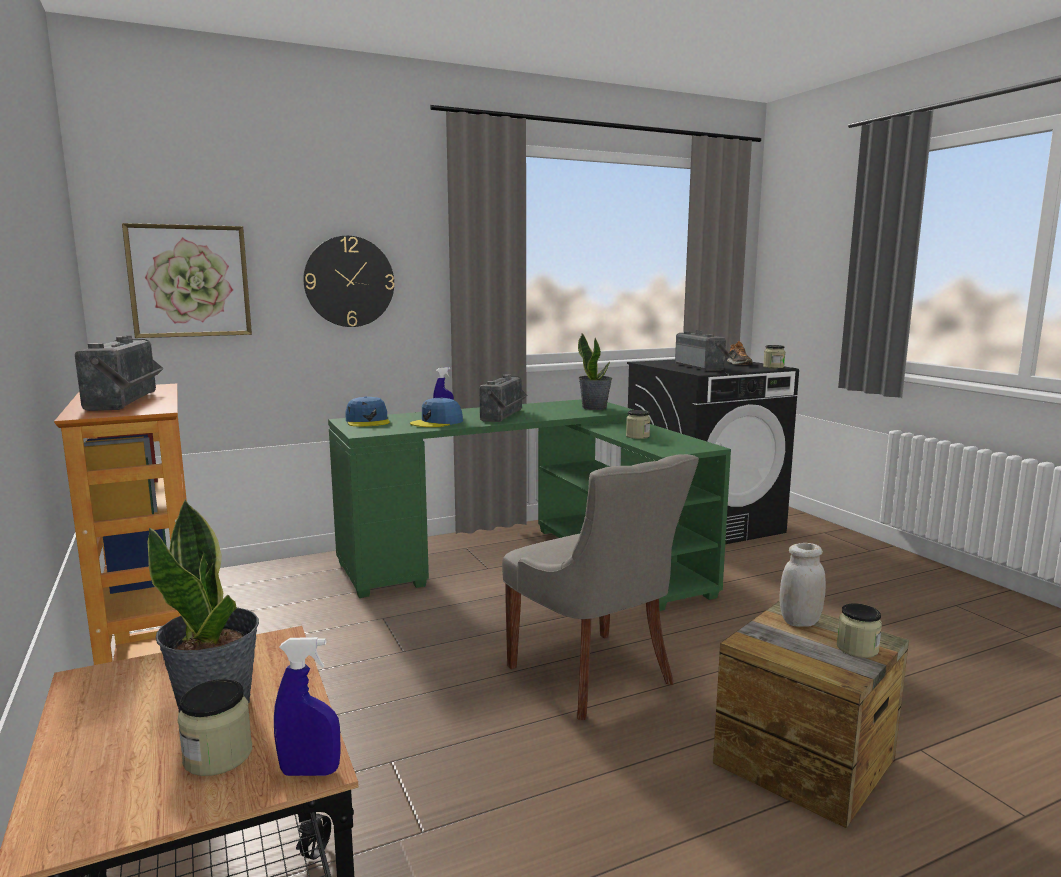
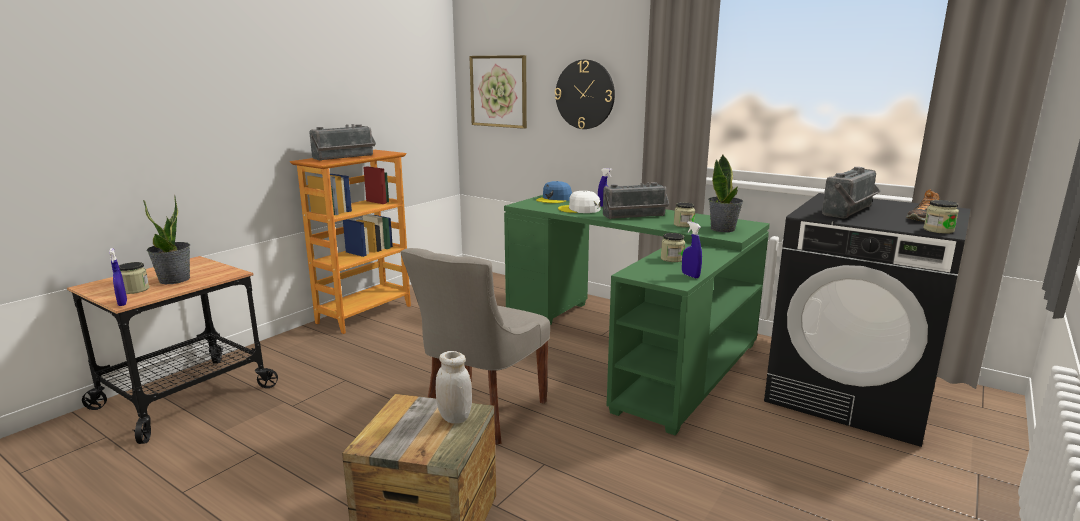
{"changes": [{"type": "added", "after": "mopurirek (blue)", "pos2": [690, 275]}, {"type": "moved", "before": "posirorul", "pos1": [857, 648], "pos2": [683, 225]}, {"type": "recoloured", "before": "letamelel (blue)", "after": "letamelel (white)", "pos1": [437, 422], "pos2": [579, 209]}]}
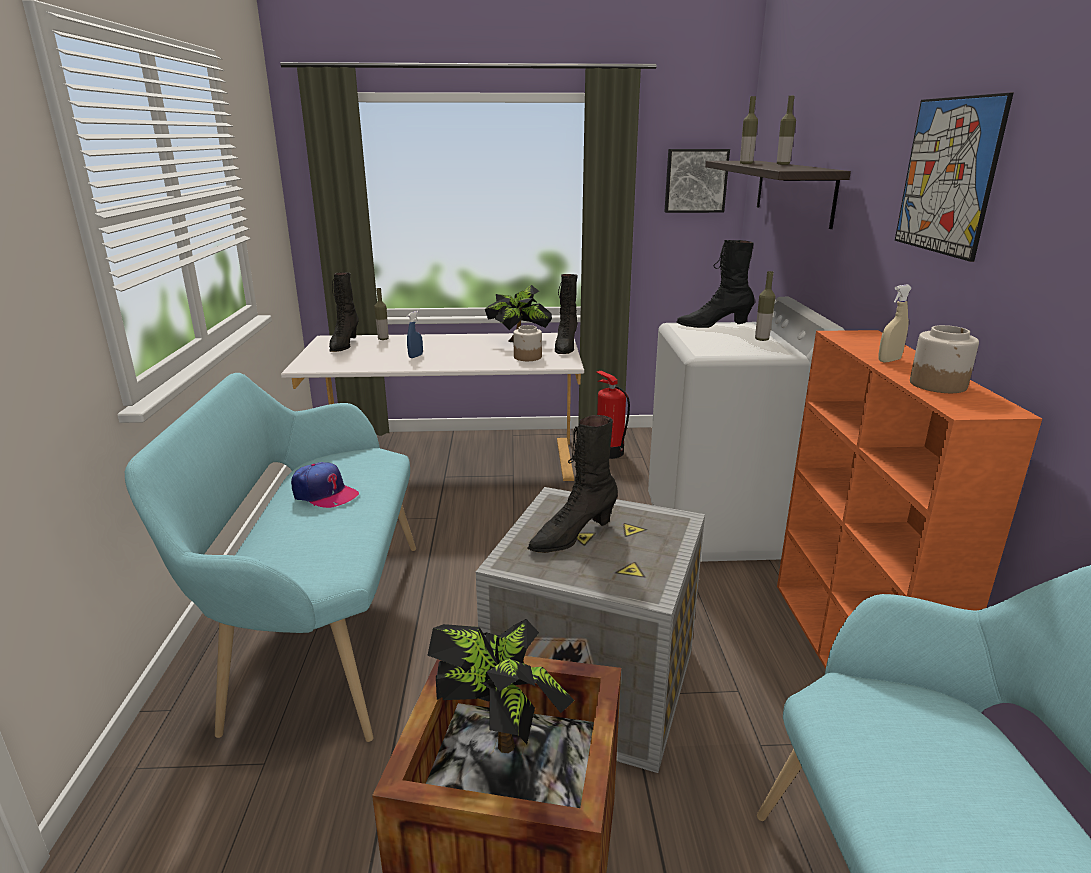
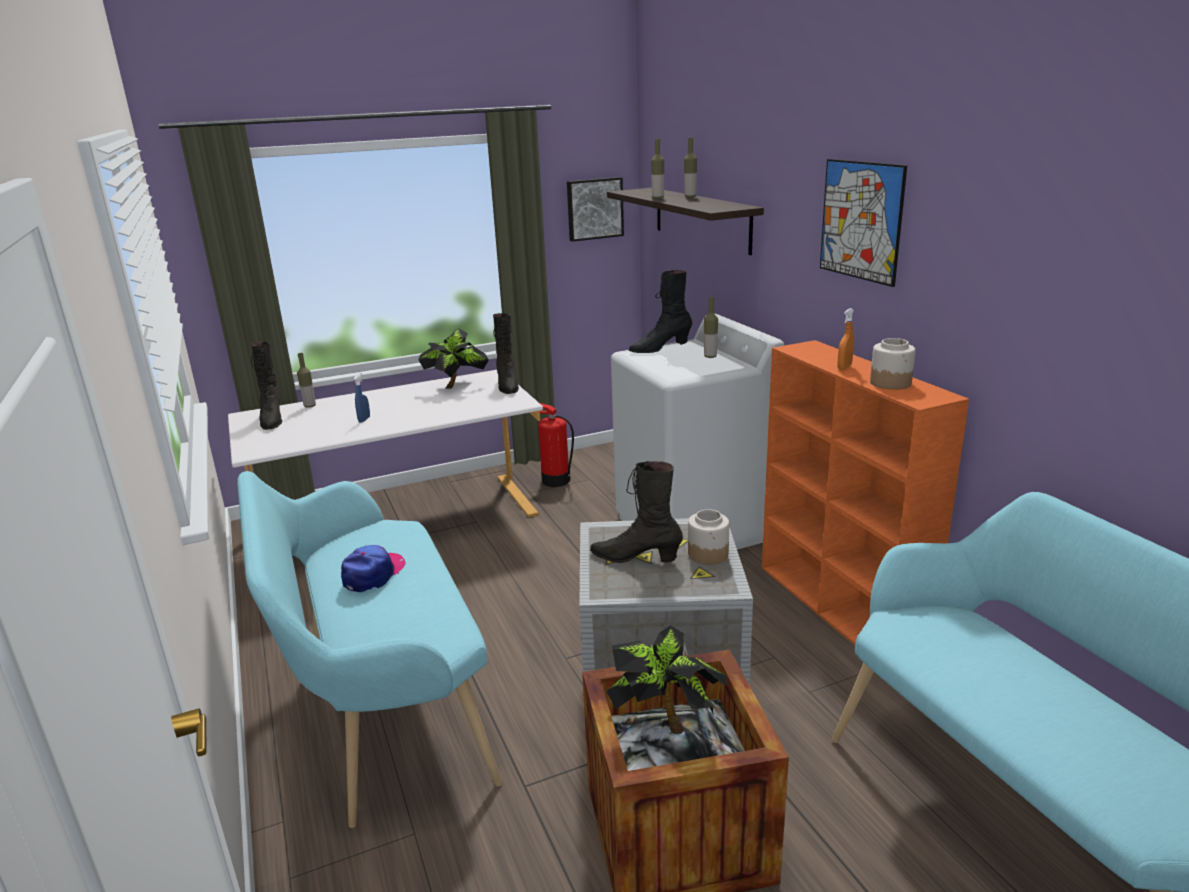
{"changes": [{"type": "moved", "before": "posirorul", "pos1": [528, 357], "pos2": [708, 554]}, {"type": "recoloured", "before": "mopurirek (beige)", "after": "mopurirek (orange)", "pos1": [889, 360], "pos2": [844, 367]}, {"type": "turned", "before": "letamelel", "pos1": [324, 494], "pos2": [374, 574], "turn": -75}, {"type": "turned", "before": "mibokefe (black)", "pos1": [572, 536], "pos2": [636, 558], "turn": 75}]}
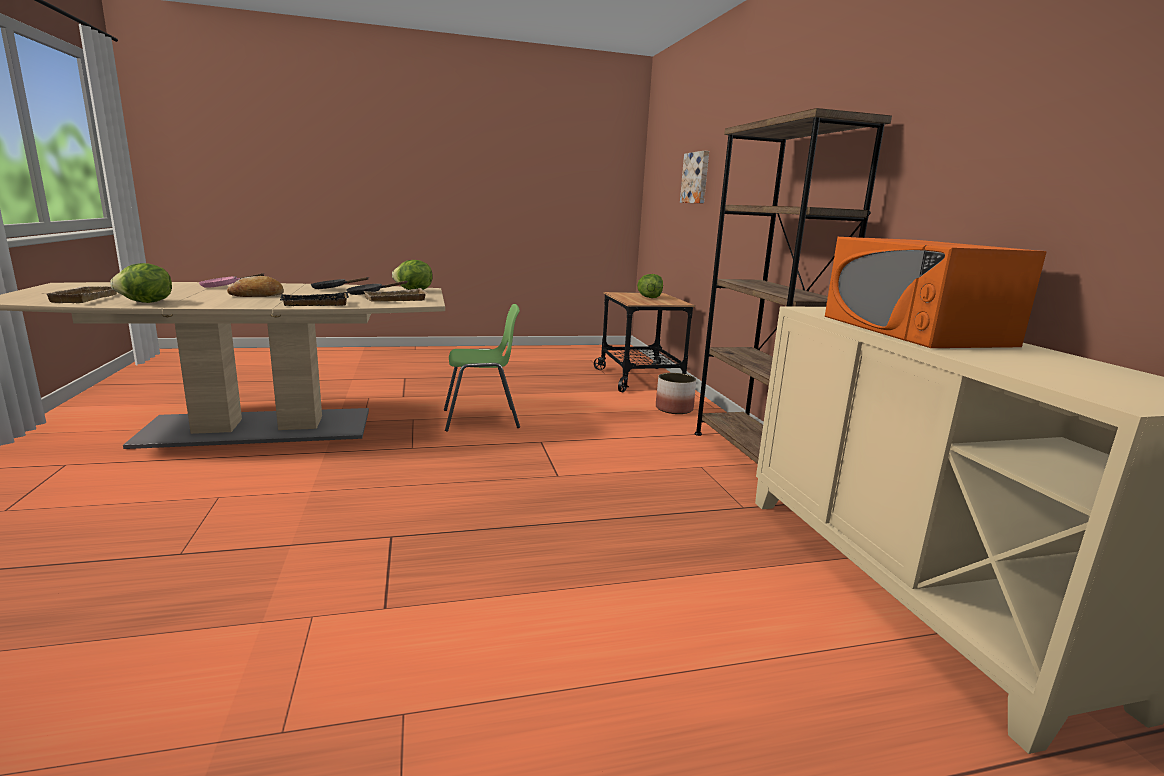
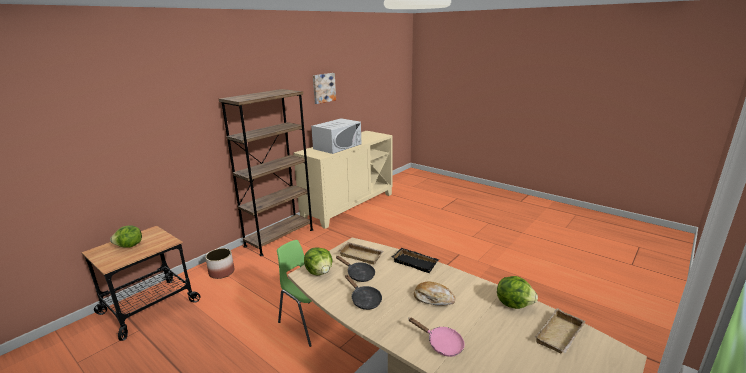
{"changes": [{"type": "moved", "before": "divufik", "pos1": [696, 178], "pos2": [323, 88]}, {"type": "recoloured", "before": "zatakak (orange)", "after": "zatakak (white)", "pos1": [914, 330], "pos2": [337, 146]}]}
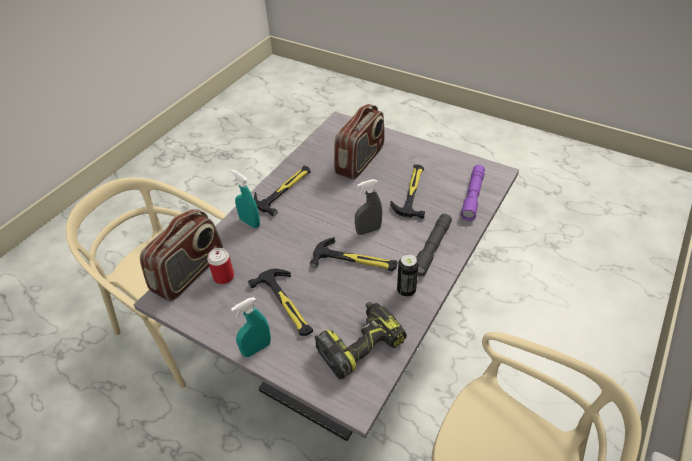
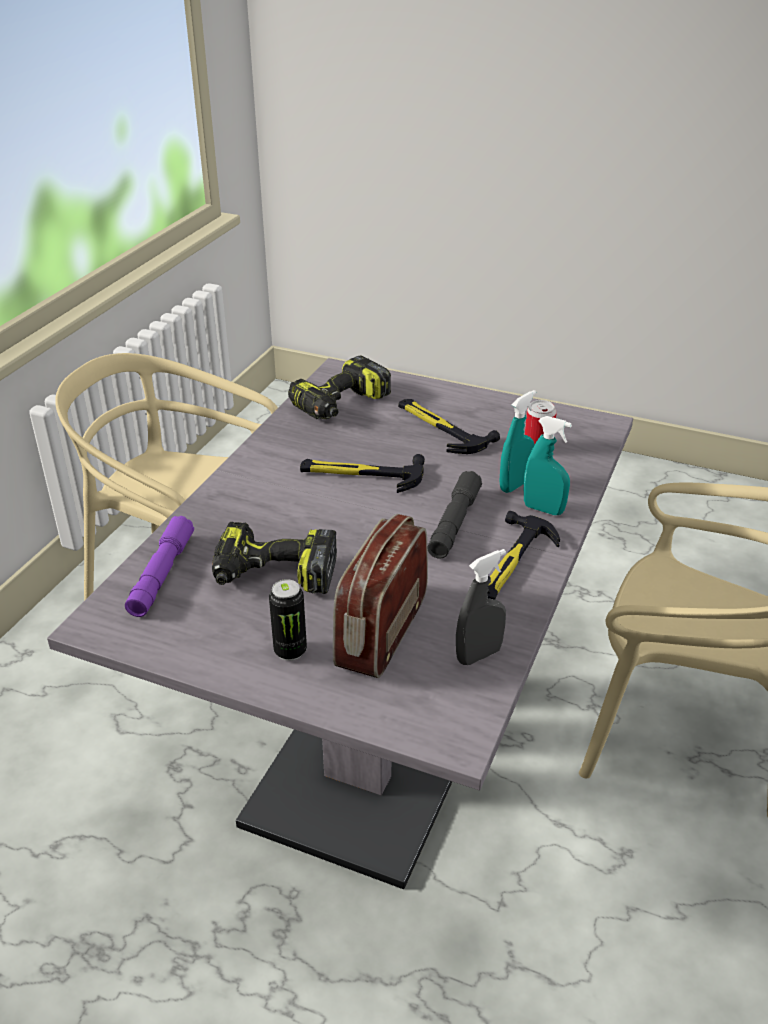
{"changes": [{"type": "removed", "before": "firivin", "pos1": [189, 273]}, {"type": "moved", "before": "mopurirek (turquoise)", "pos1": [256, 348], "pos2": [515, 485]}, {"type": "moved", "before": "mopurirek (grey)", "pos1": [368, 230], "pos2": [479, 655]}, {"type": "moved", "before": "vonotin", "pos1": [406, 290], "pos2": [290, 651]}, {"type": "moved", "before": "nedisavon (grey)", "pos1": [432, 248], "pos2": [454, 523]}, {"type": "replaced", "before": "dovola", "after": "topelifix", "pos1": [412, 192], "pos2": [273, 575]}]}
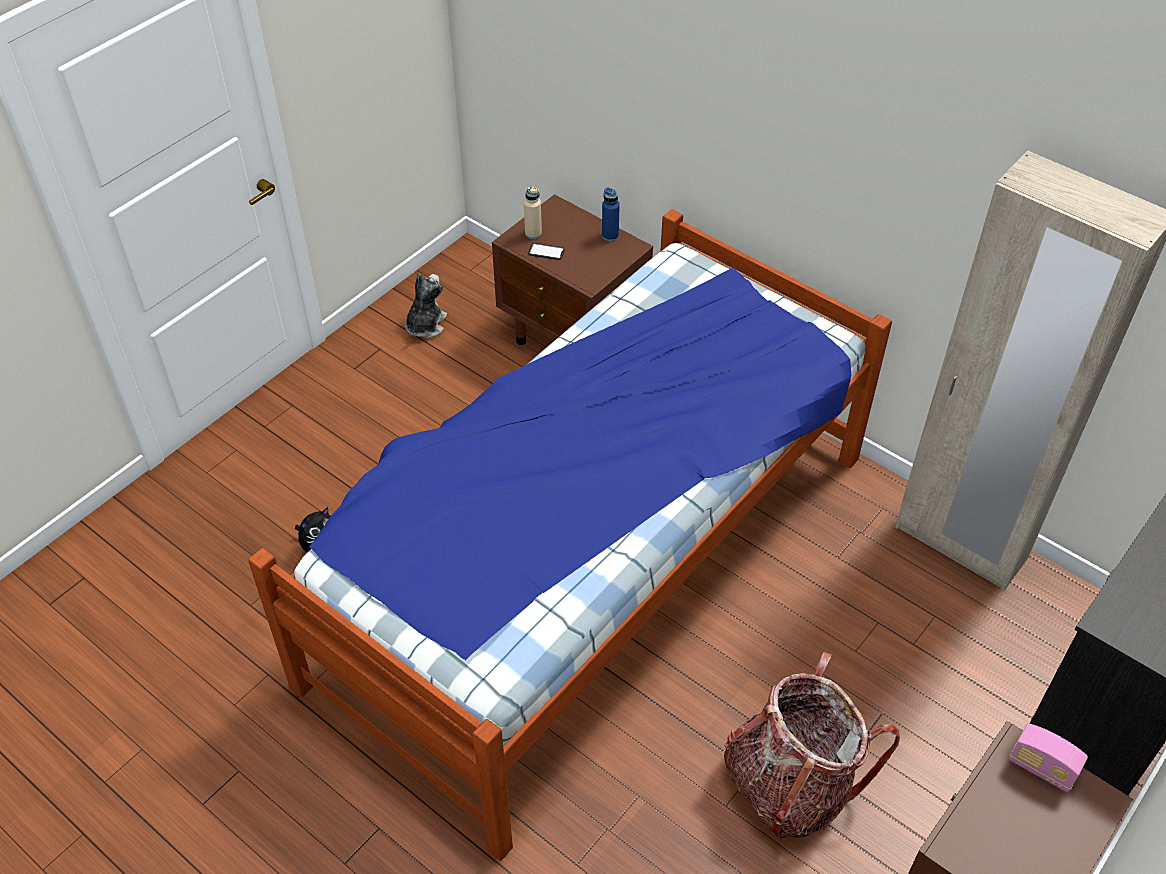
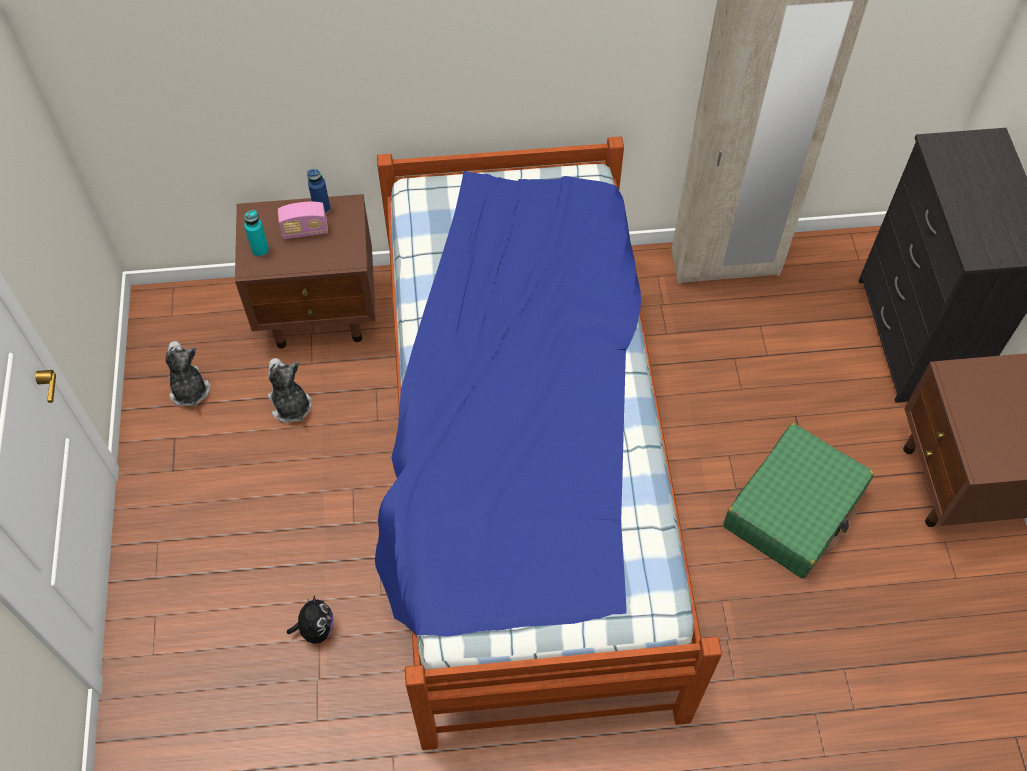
{"changes": [{"type": "removed", "before": "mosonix", "pos1": [546, 252]}, {"type": "added", "after": "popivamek", "pos2": [290, 405]}, {"type": "moved", "before": "firivin", "pos1": [1041, 768], "pos2": [305, 231]}, {"type": "replaced", "before": "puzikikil", "after": "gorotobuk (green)", "pos1": [790, 783], "pos2": [794, 509]}, {"type": "recoloured", "before": "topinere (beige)", "after": "topinere (turquoise)", "pos1": [533, 233], "pos2": [260, 250]}]}
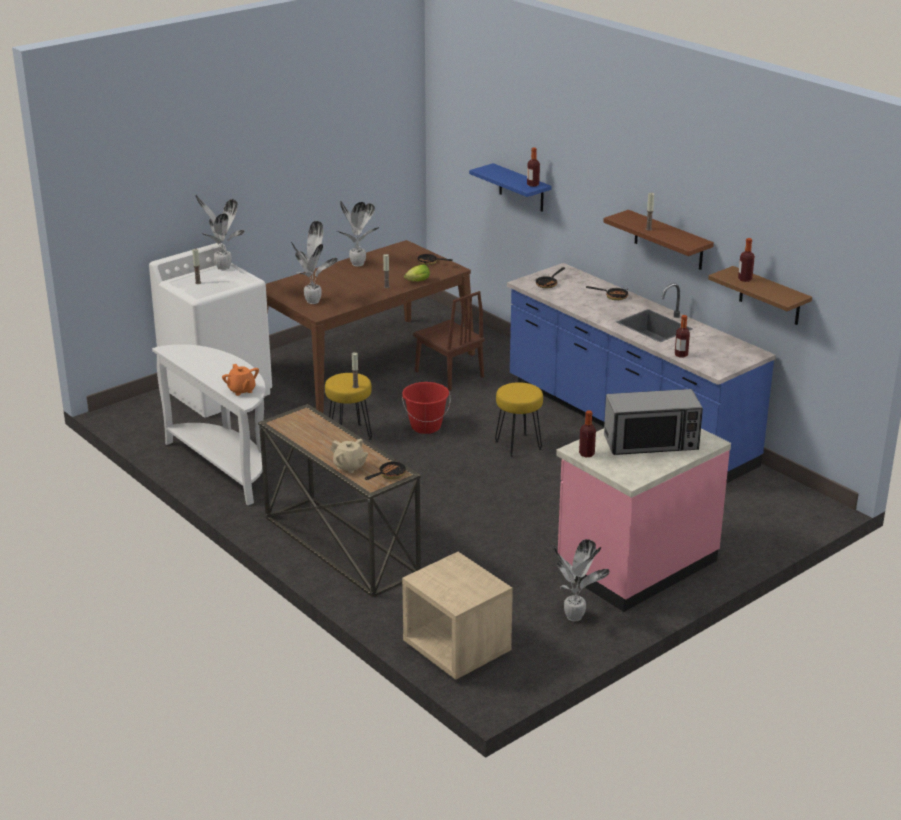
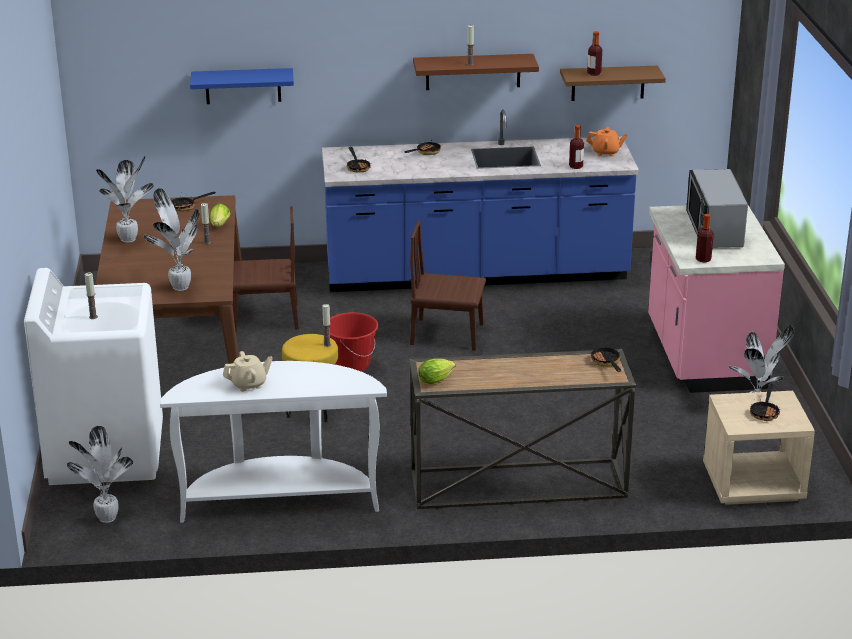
{"changes": [{"type": "removed", "before": "topinere", "pos1": [533, 185]}, {"type": "added", "after": "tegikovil", "pos2": [437, 380]}, {"type": "added", "after": "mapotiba", "pos2": [765, 412]}, {"type": "moved", "before": "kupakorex", "pos1": [222, 267], "pos2": [105, 519]}, {"type": "moved", "before": "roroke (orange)", "pos1": [241, 390], "pos2": [606, 152]}, {"type": "moved", "before": "roroke (beige)", "pos1": [349, 467], "pos2": [249, 384]}, {"type": "replaced", "before": "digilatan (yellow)", "after": "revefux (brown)", "pos1": [518, 445], "pos2": [447, 334]}, {"type": "turned", "before": "zatakak", "pos1": [651, 443], "pos2": [713, 229], "turn": 150}]}
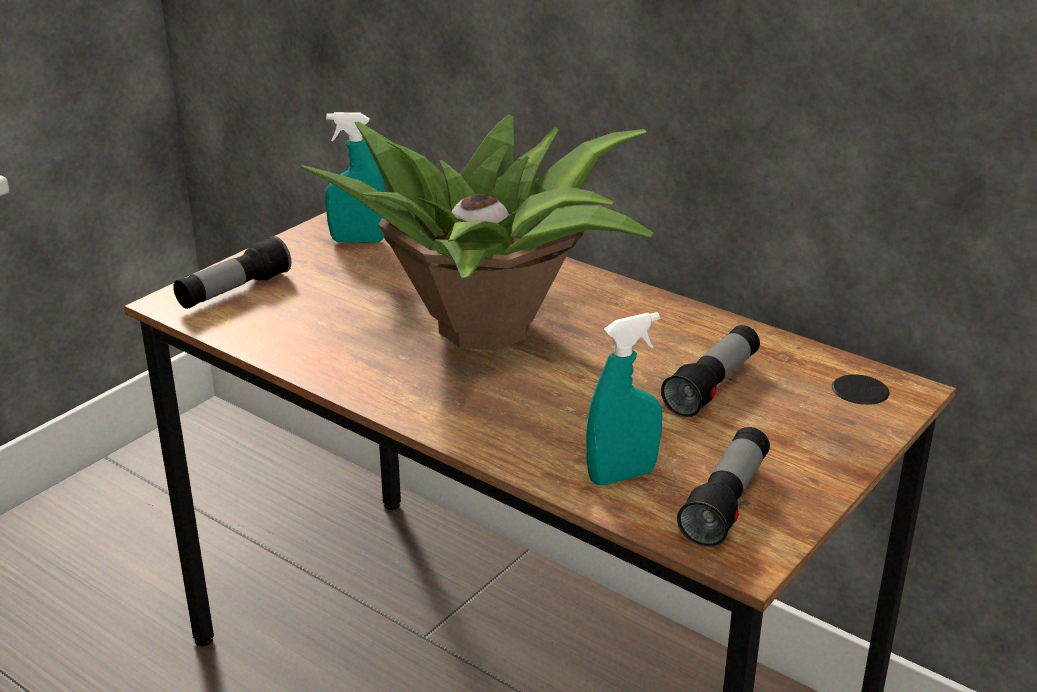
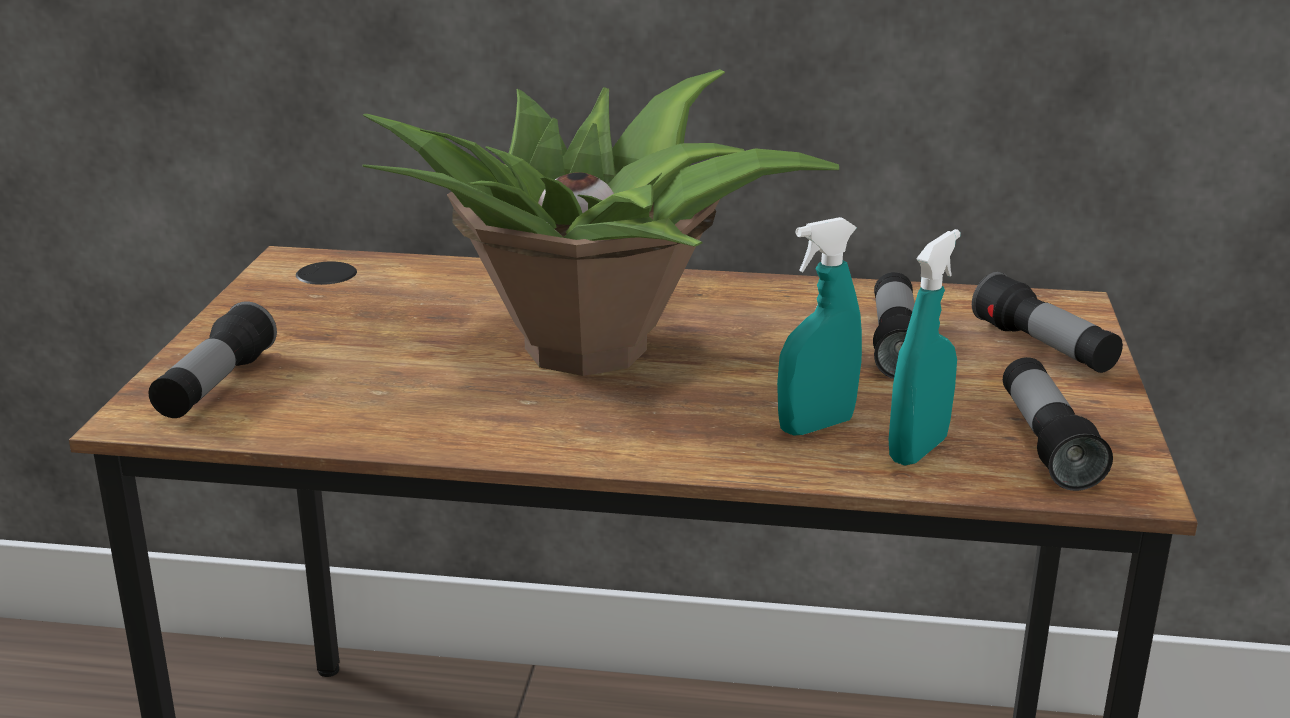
{"changes": [{"type": "added", "after": "nedisavon", "pos2": [1043, 347]}, {"type": "moved", "before": "mopurirek (turquoise)", "pos1": [358, 240], "pos2": [816, 426]}]}
